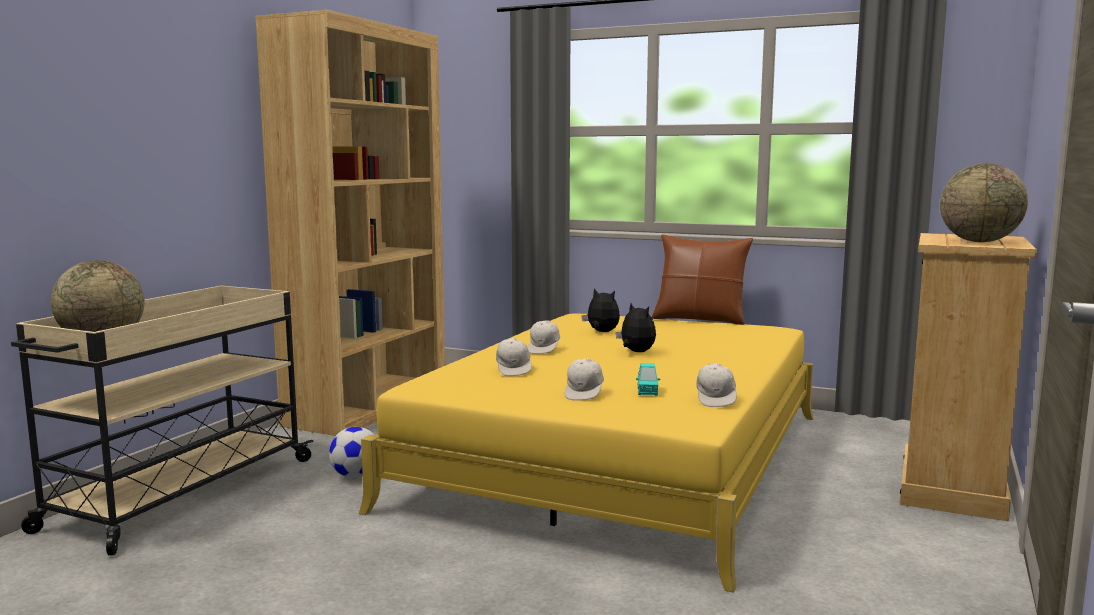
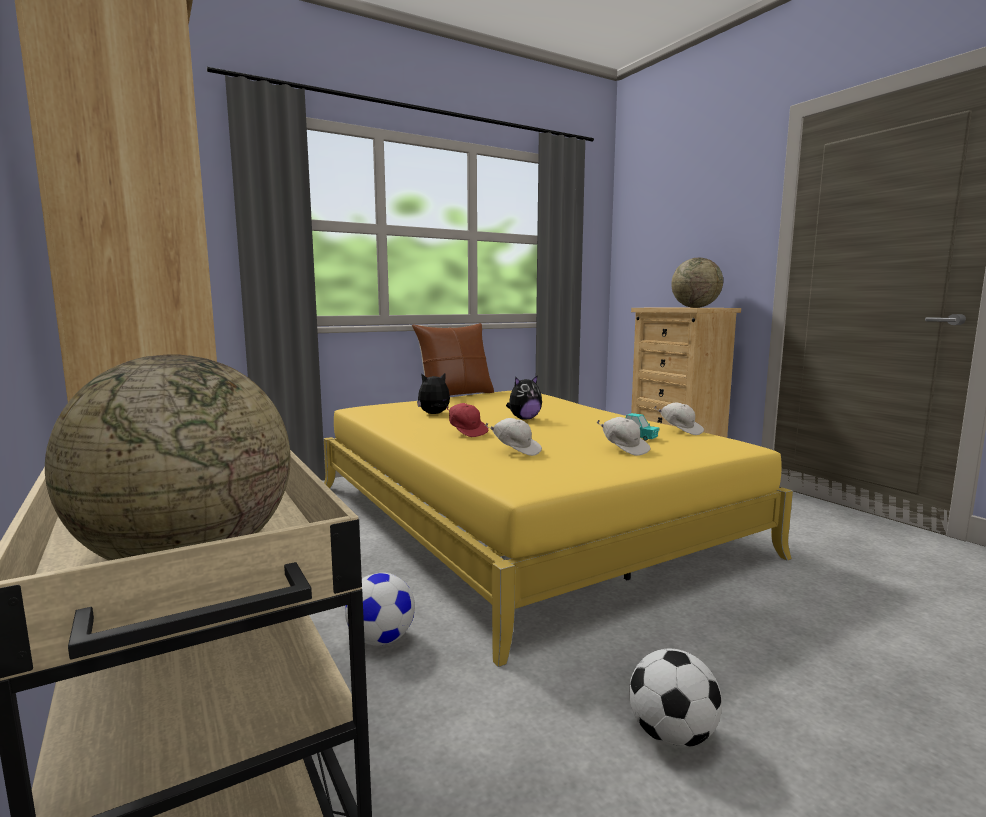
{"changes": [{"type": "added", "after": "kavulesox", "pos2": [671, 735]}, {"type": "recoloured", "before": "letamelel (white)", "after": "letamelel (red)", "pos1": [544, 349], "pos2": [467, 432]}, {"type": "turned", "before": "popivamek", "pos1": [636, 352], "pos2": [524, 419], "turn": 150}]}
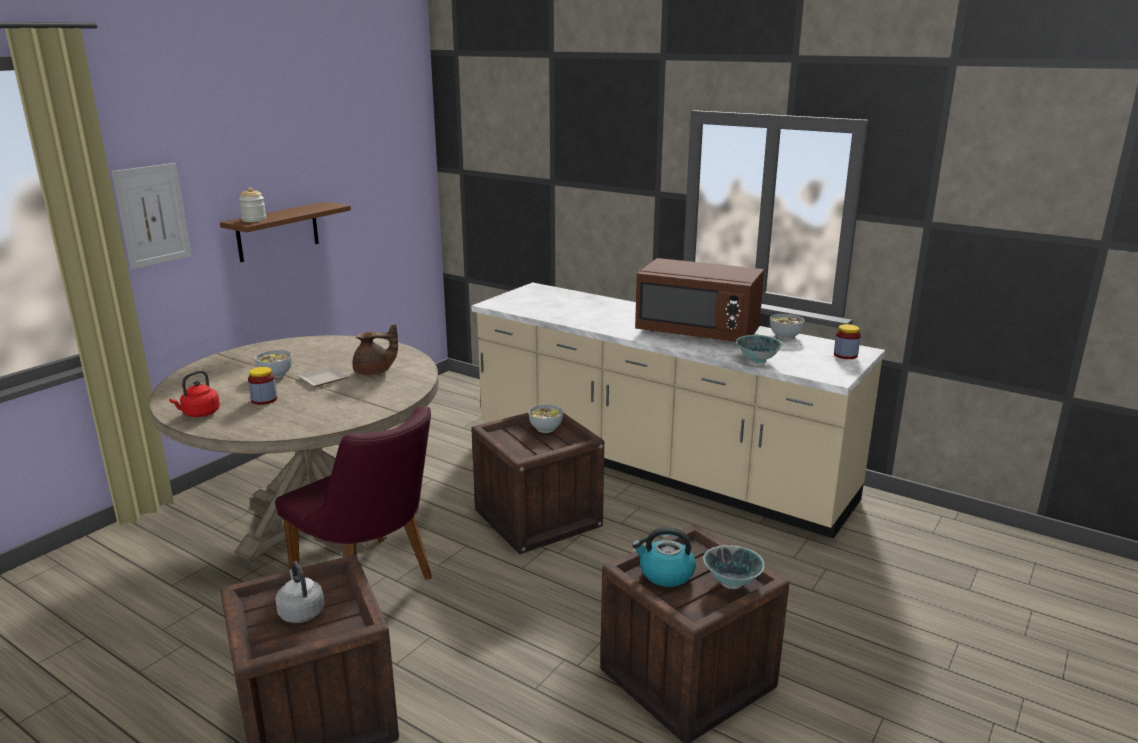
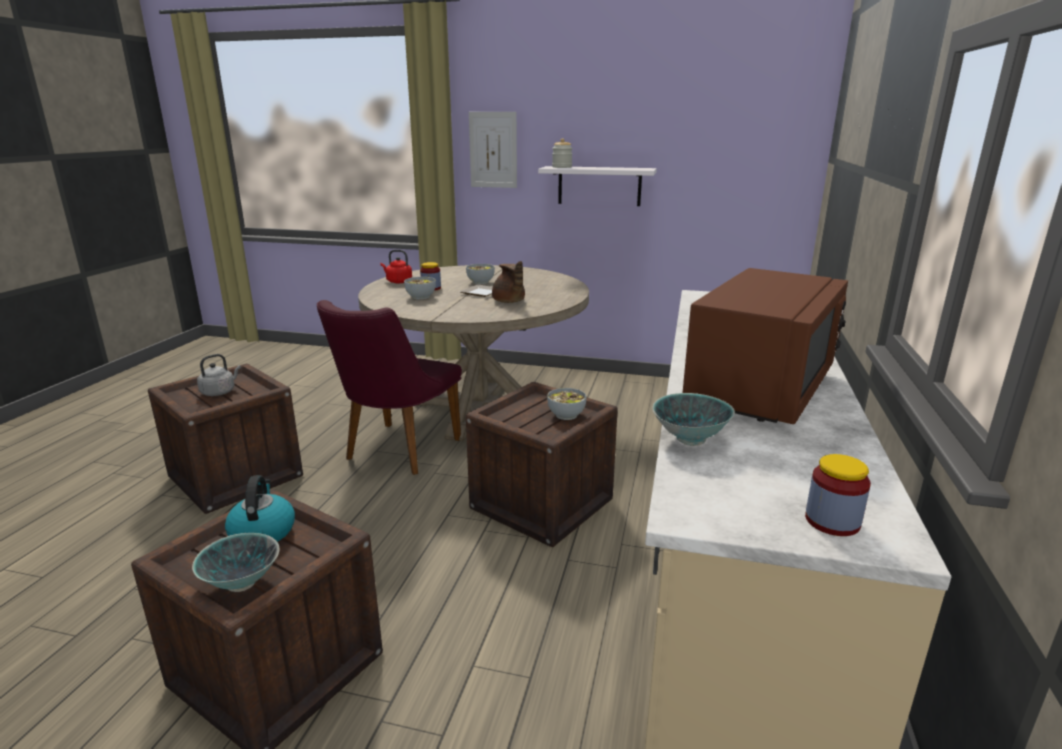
{"changes": [{"type": "moved", "before": "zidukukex", "pos1": [785, 336], "pos2": [420, 297]}, {"type": "recoloured", "before": "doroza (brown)", "after": "doroza (white)", "pos1": [278, 232], "pos2": [599, 186]}, {"type": "turned", "before": "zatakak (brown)", "pos1": [698, 332], "pos2": [759, 389], "turn": -150}]}
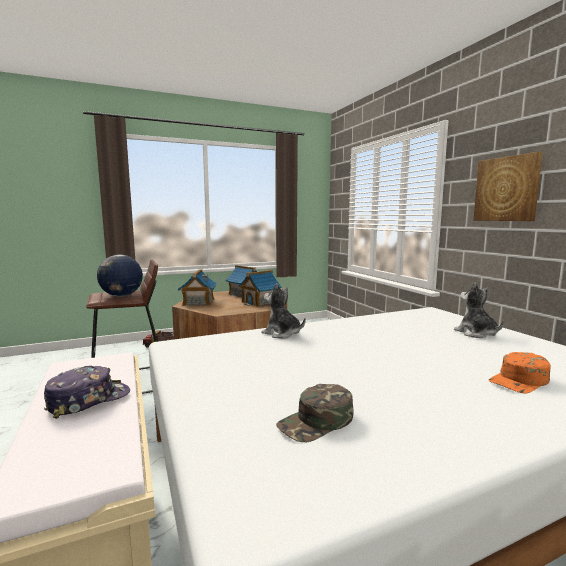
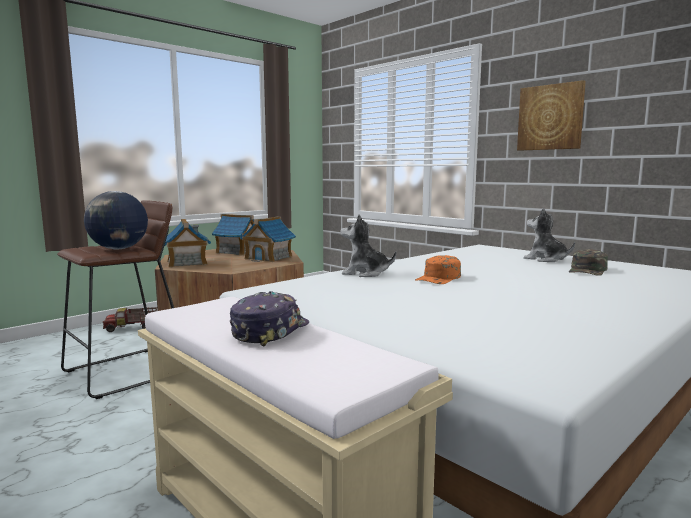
{"changes": [{"type": "moved", "before": "letamelel (green)", "pos1": [317, 422], "pos2": [588, 270]}, {"type": "moved", "before": "letamelel (orange)", "pos1": [519, 381], "pos2": [439, 278]}]}
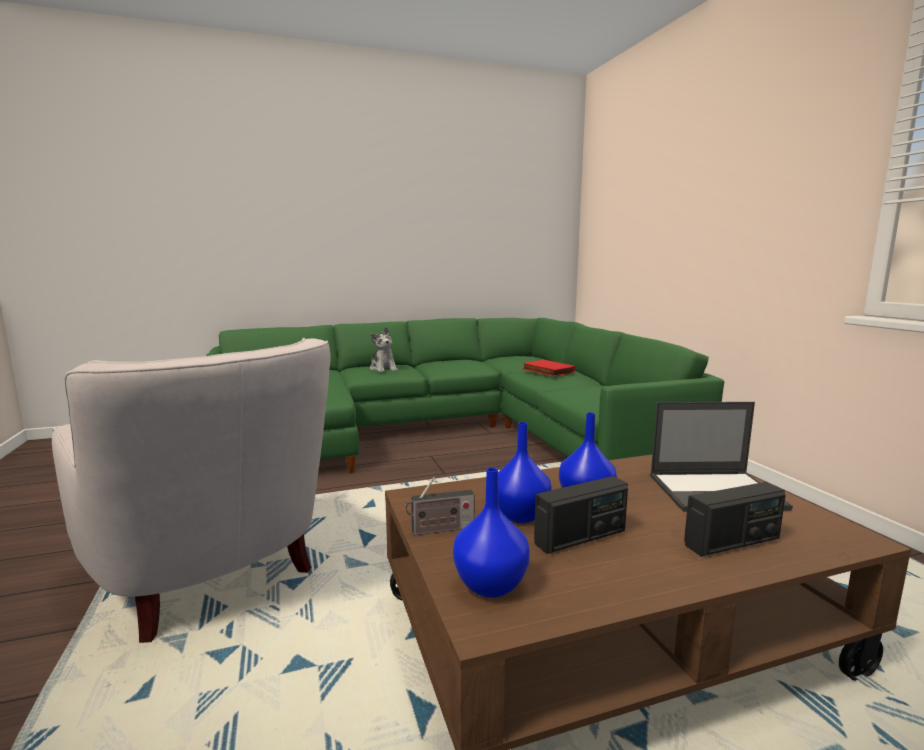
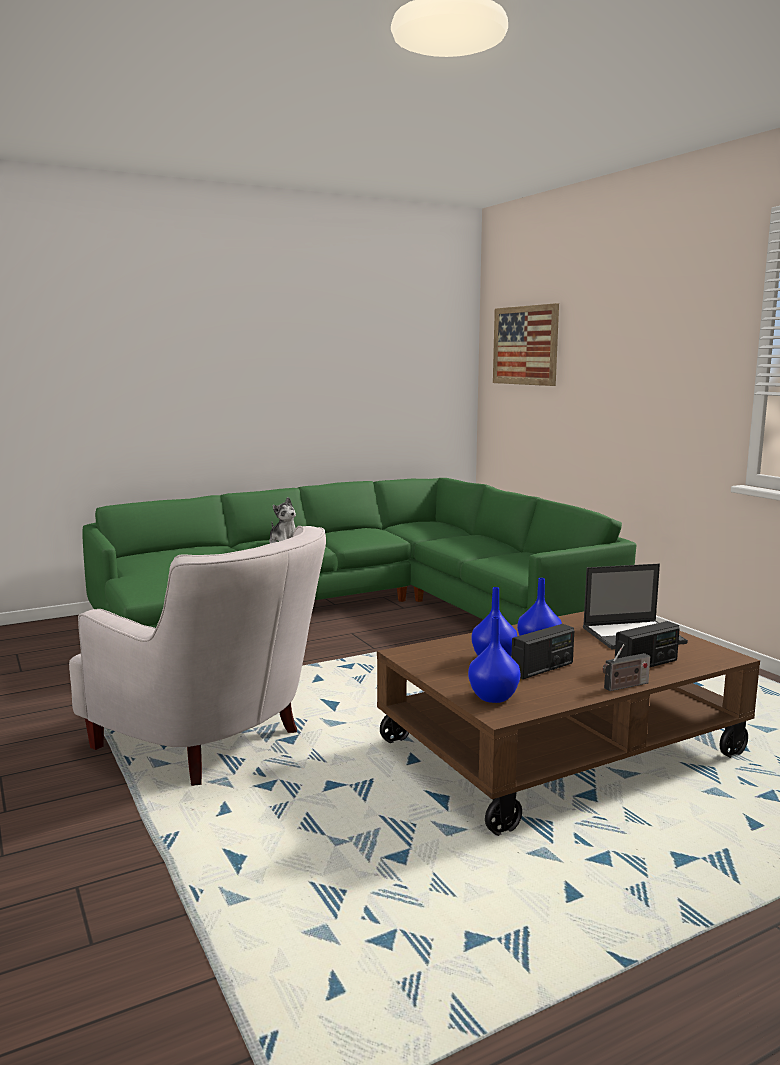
{"changes": [{"type": "removed", "before": "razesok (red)", "pos1": [547, 371]}, {"type": "added", "after": "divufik", "pos2": [525, 345]}, {"type": "moved", "before": "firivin", "pos1": [440, 530], "pos2": [624, 686]}]}
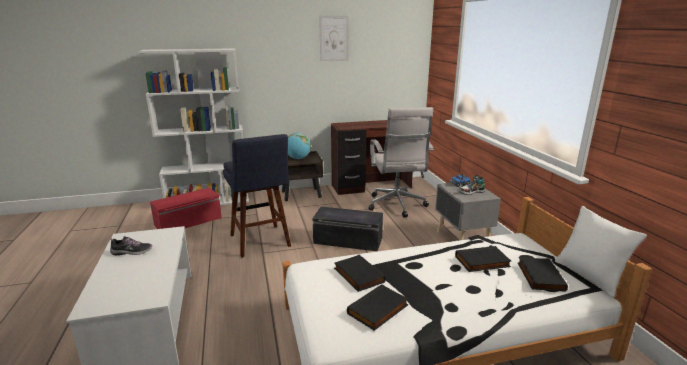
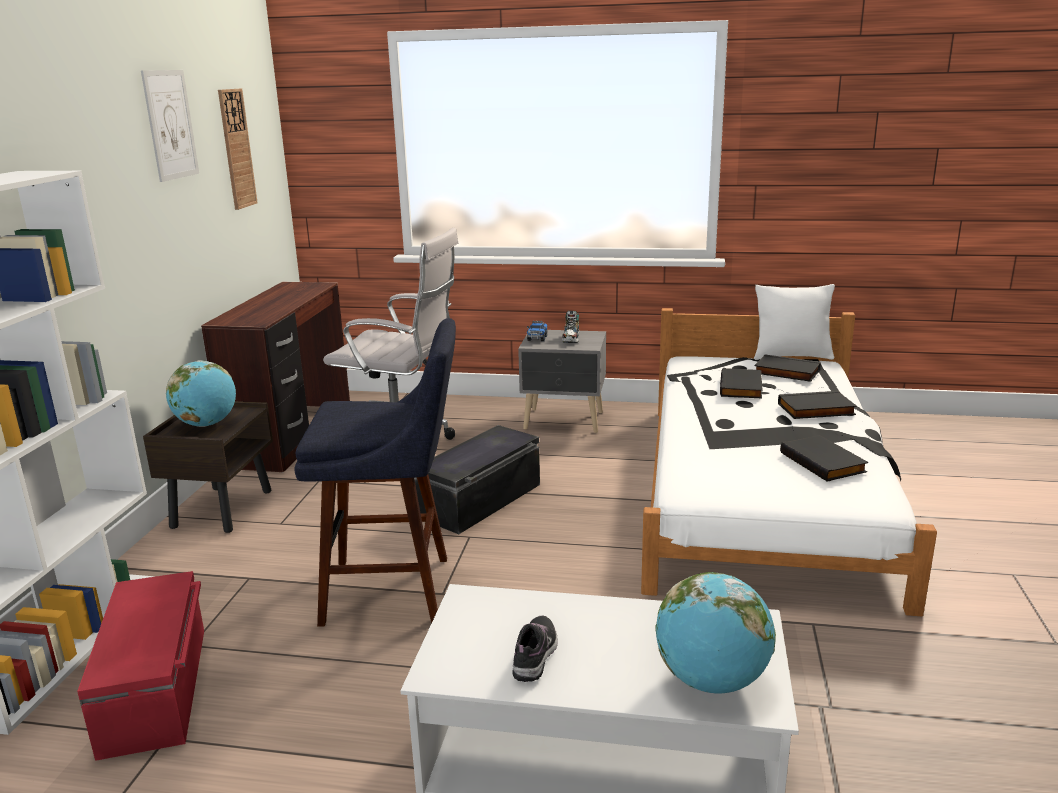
{"changes": [{"type": "added", "after": "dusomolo", "pos2": [236, 149]}, {"type": "added", "after": "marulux", "pos2": [711, 681]}, {"type": "moved", "before": "razesok (black)", "pos1": [357, 275], "pos2": [816, 410]}]}
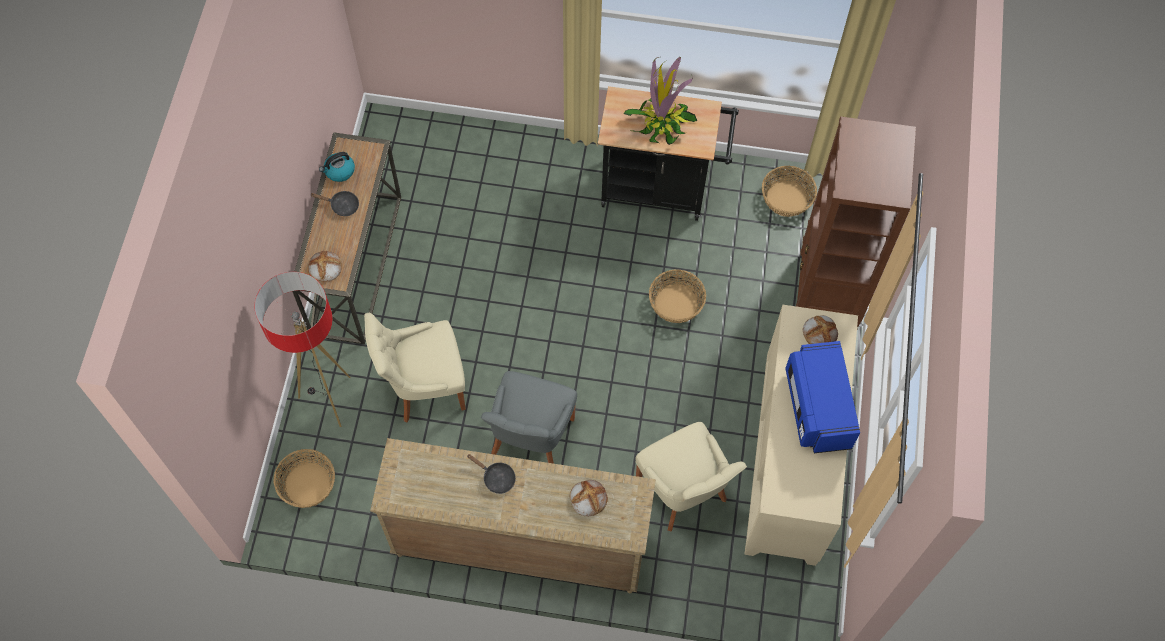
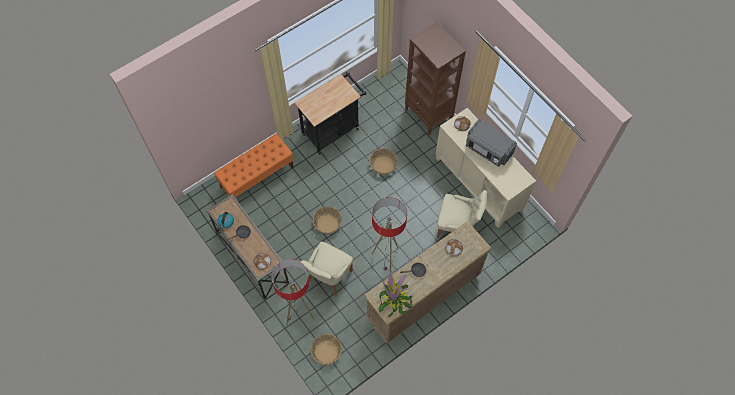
{"changes": [{"type": "added", "after": "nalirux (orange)", "pos2": [257, 177]}, {"type": "moved", "before": "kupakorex", "pos1": [661, 122], "pos2": [395, 300]}, {"type": "moved", "before": "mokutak", "pos1": [787, 199], "pos2": [327, 223]}, {"type": "replaced", "before": "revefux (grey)", "after": "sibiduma", "pos1": [530, 439], "pos2": [386, 258]}, {"type": "recoloured", "before": "zatakak (blue)", "after": "zatakak (grey)", "pos1": [817, 407], "pos2": [488, 149]}]}
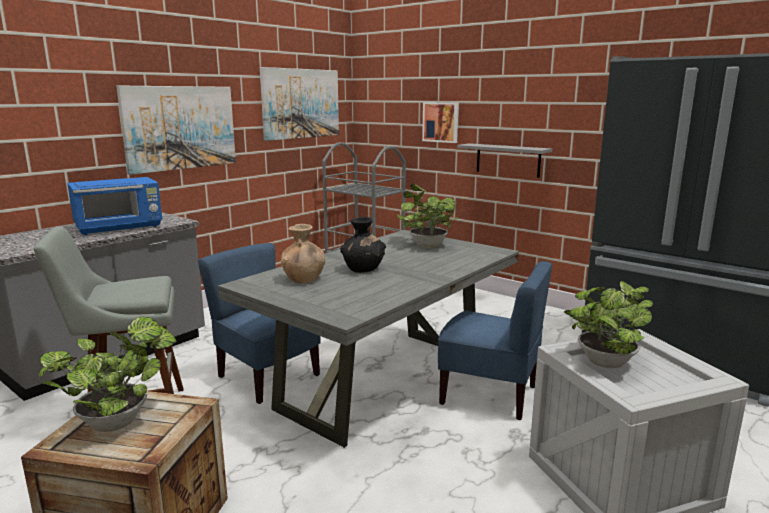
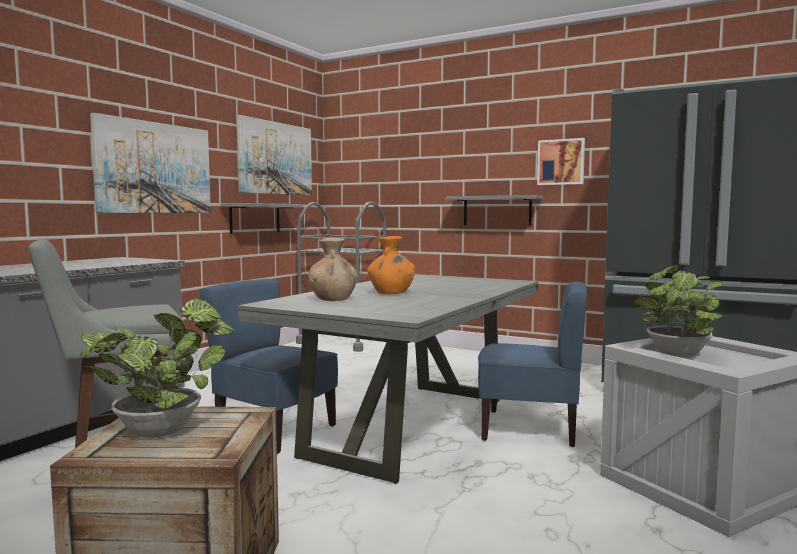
{"changes": [{"type": "removed", "before": "zatakak (blue)", "pos1": [120, 227]}, {"type": "removed", "before": "kupakorex", "pos1": [426, 245]}, {"type": "added", "after": "doroza (grey)", "pos2": [255, 218]}, {"type": "moved", "before": "divufik", "pos1": [441, 122], "pos2": [561, 162]}, {"type": "recoloured", "before": "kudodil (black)", "after": "kudodil (orange)", "pos1": [363, 269], "pos2": [391, 293]}]}
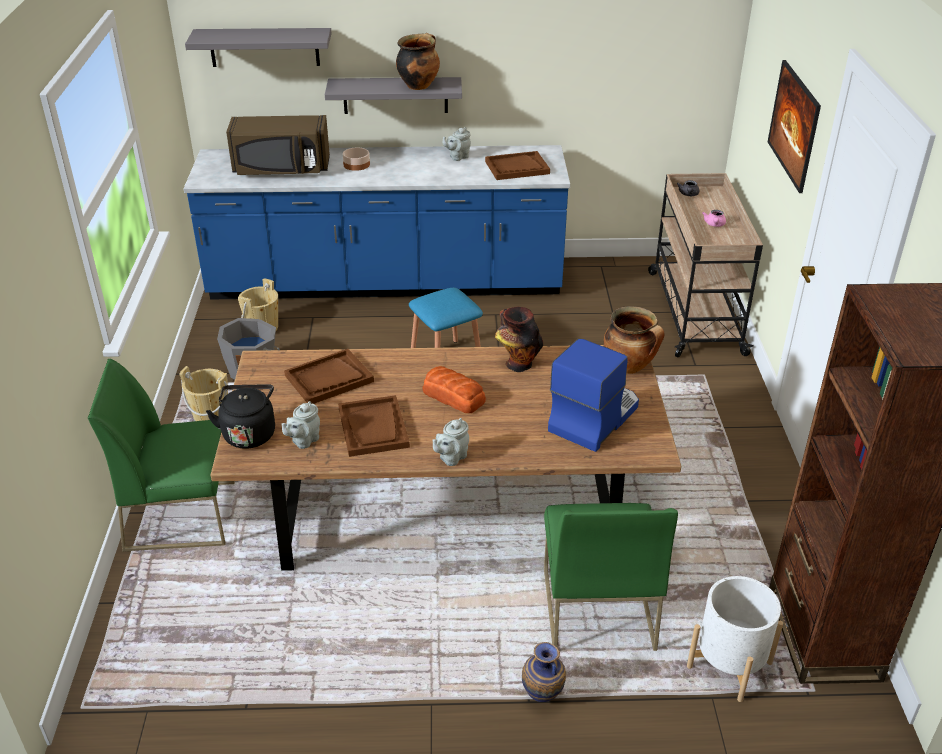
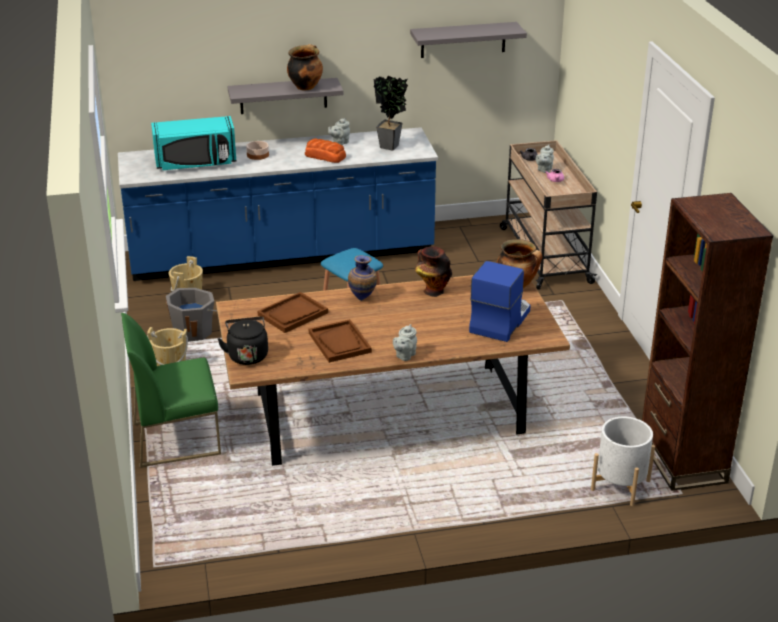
{"changes": [{"type": "removed", "before": "revefux (green)", "pos1": [596, 608]}, {"type": "removed", "before": "divufik", "pos1": [789, 146]}, {"type": "moved", "before": "doroza (grey)", "pos1": [264, 47], "pos2": [463, 40]}, {"type": "moved", "before": "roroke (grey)", "pos1": [304, 441], "pos2": [544, 170]}, {"type": "moved", "before": "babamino", "pos1": [453, 396], "pos2": [325, 156]}, {"type": "moved", "before": "kudodil", "pos1": [543, 697], "pos2": [363, 298]}, {"type": "replaced", "before": "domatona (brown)", "after": "kupakorex", "pos1": [517, 167], "pos2": [391, 147]}, {"type": "recoloured", "before": "zatakak (brown)", "after": "zatakak (turquoise)", "pos1": [281, 169], "pos2": [196, 163]}]}
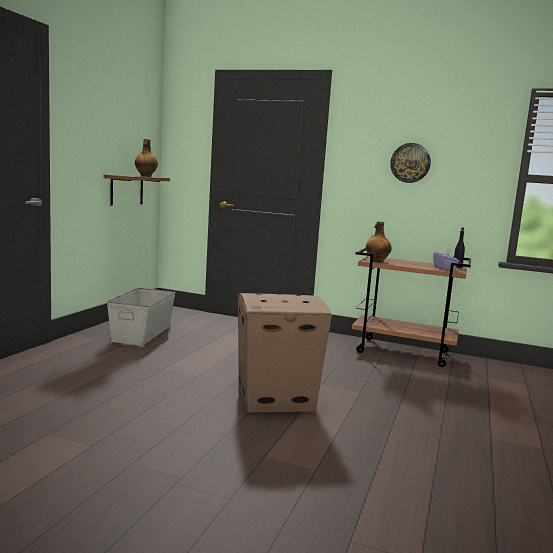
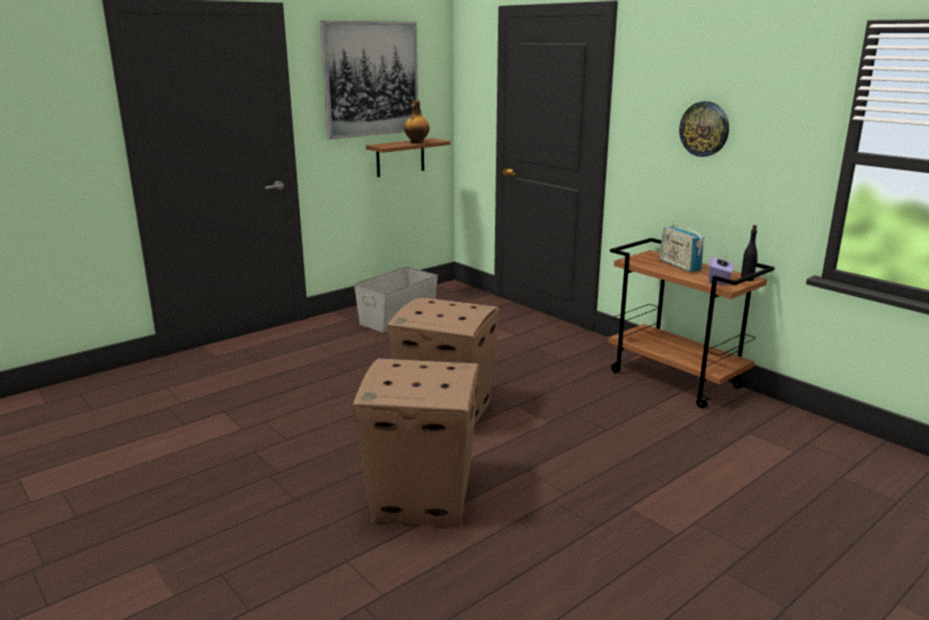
{"changes": [{"type": "removed", "before": "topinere", "pos1": [376, 261]}, {"type": "added", "after": "divufik", "pos2": [371, 79]}, {"type": "added", "after": "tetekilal", "pos2": [423, 498]}, {"type": "added", "after": "firivin", "pos2": [679, 265]}]}
